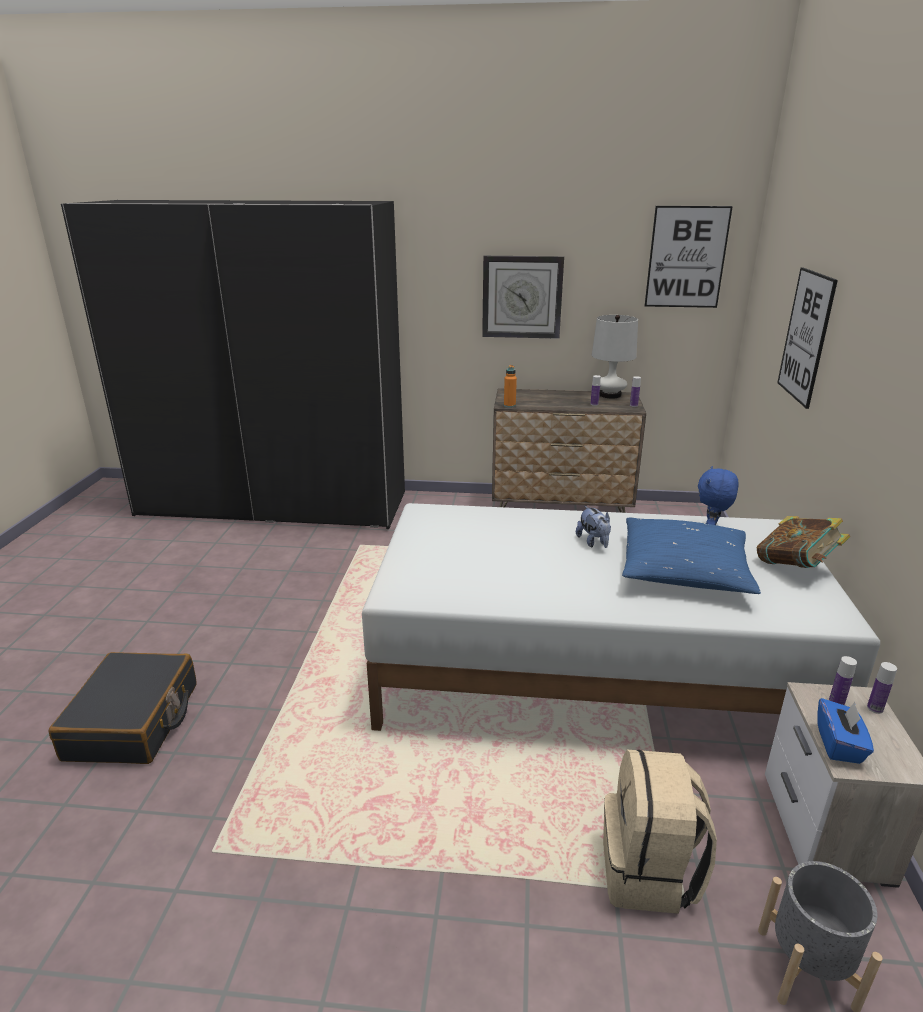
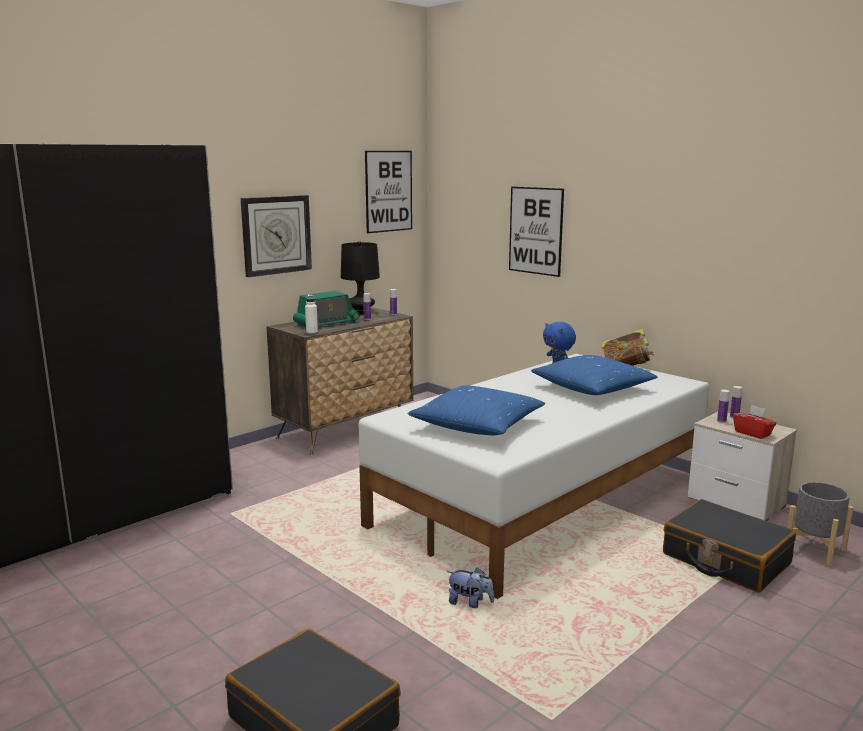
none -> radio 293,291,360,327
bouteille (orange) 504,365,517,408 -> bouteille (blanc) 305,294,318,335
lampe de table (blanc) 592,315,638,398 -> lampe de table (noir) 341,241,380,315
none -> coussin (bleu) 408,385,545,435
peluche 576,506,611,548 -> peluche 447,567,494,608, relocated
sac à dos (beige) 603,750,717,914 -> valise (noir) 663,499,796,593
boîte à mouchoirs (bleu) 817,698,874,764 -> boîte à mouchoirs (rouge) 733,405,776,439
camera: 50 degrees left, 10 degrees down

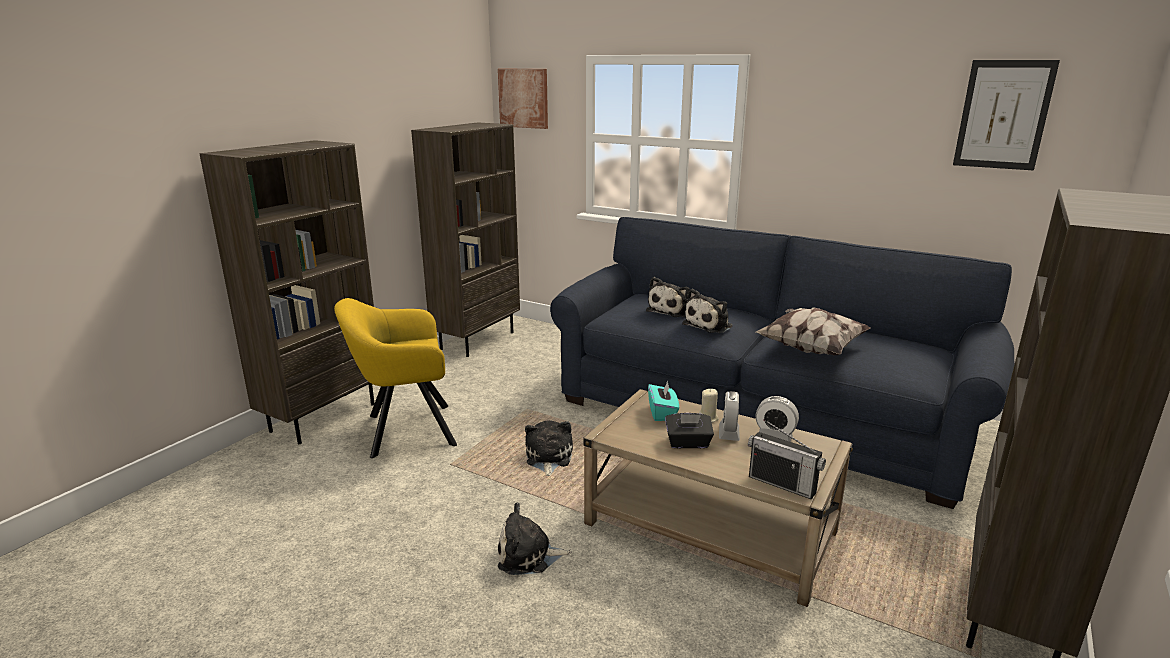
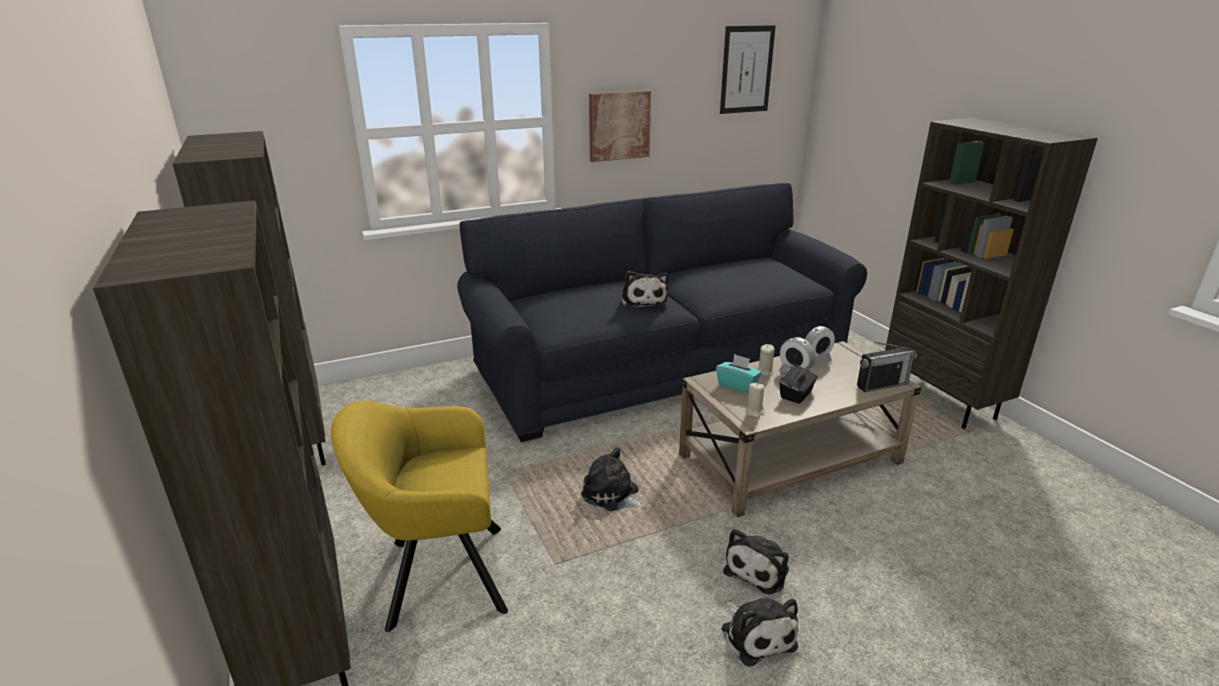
fauteuil (jaune) 334,298,457,458 -> fauteuil (jaune) 331,401,508,632, 60 degrees clockwise
tableau 498,69,548,129 -> tableau 589,90,651,162, relocated
peluche 646,277,690,317 -> peluche 721,598,798,667, relocated
none -> bougie (beige) 745,383,764,418
coussin 756,307,871,356 -> none
camera: 55 degrees left, 5 degrees up

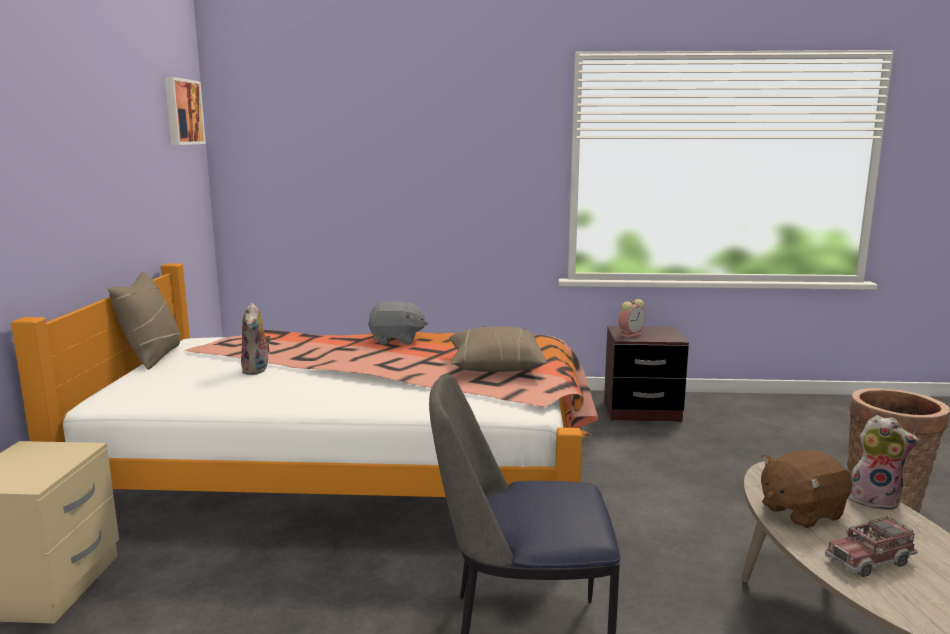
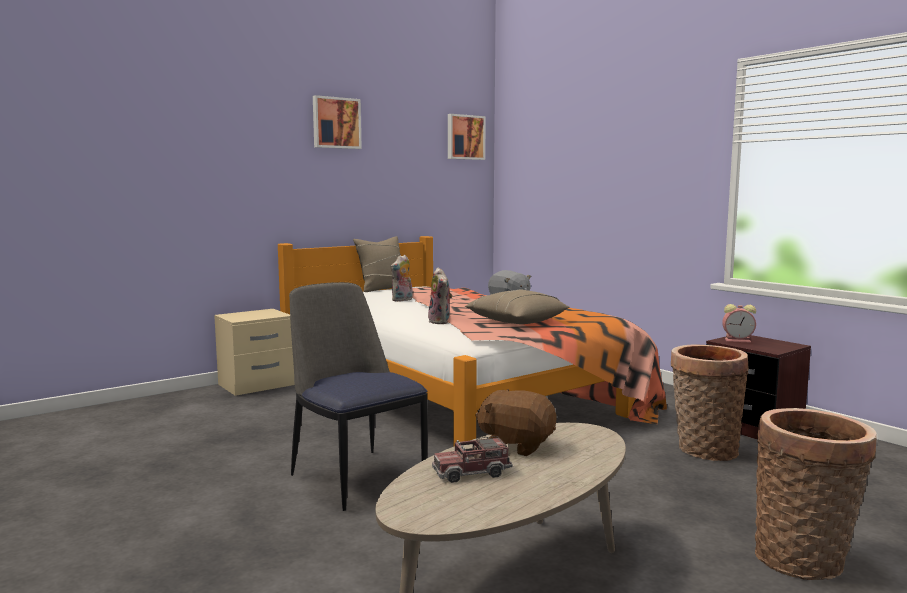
none -> tableau 313,95,362,149
peluche 848,415,919,511 -> peluche 428,268,452,324, relocated
camion jouet 825,517,918,577 -> camion jouet 432,436,513,483, 45 degrees counterclockwise
none -> panier 671,344,749,461
camera: 50 degrees right, 5 degrees down

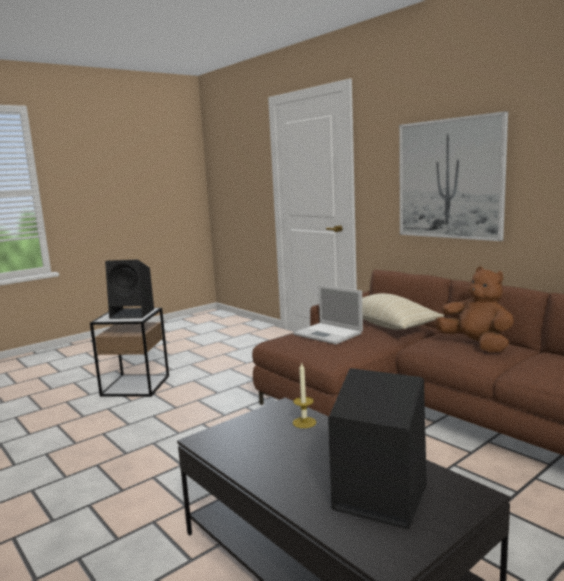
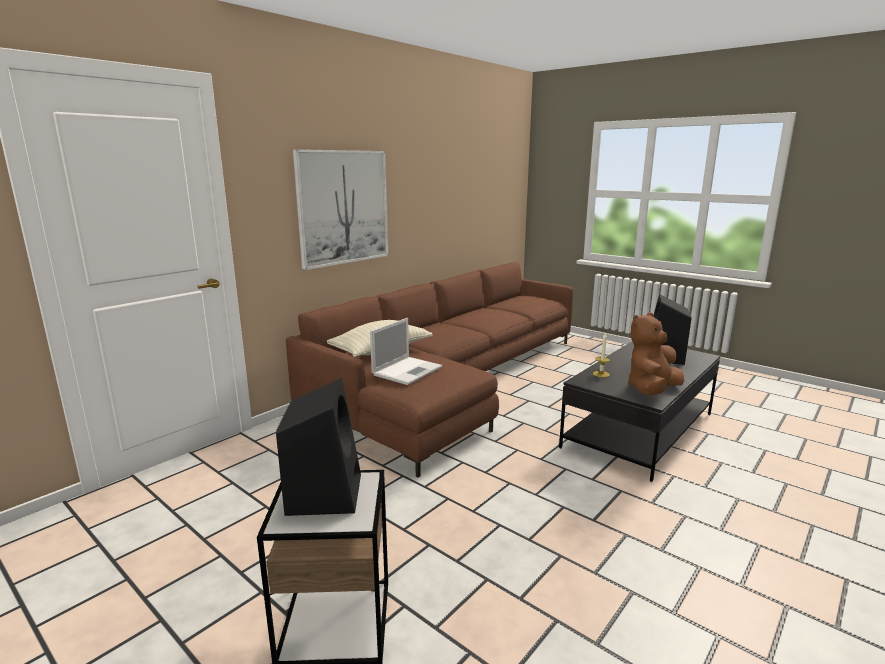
peluche (marron) 434,267,514,352 -> peluche (marron) 628,312,684,395, relocated
camera: 100 degrees left, 5 degrees up

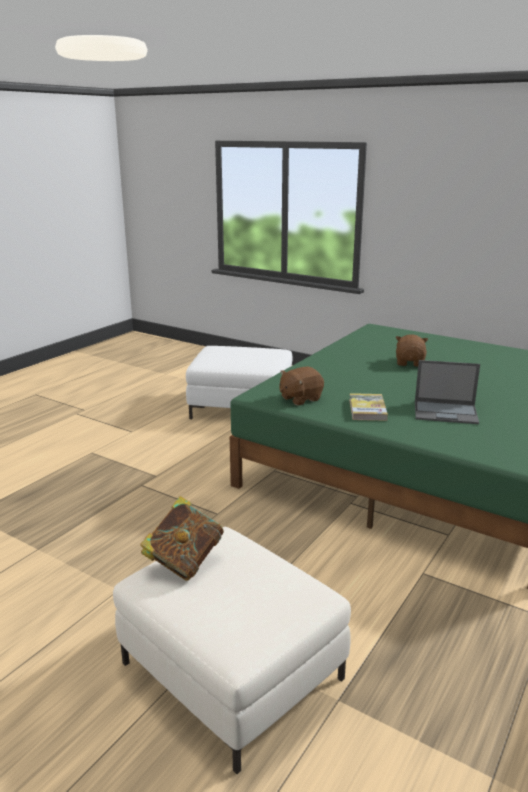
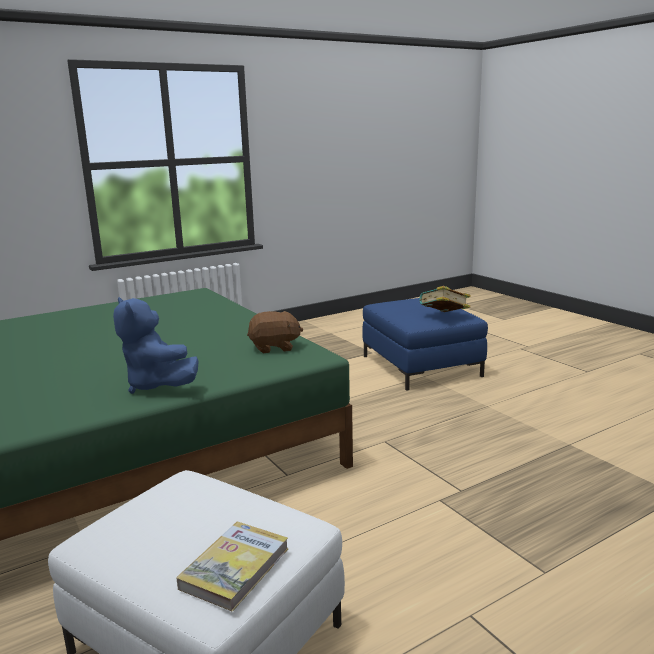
none -> peluche (bleu) 113,297,199,394
livre 349,393,388,421 -> livre 176,522,289,612, relocated
pouf (blanc) 113,527,351,774 -> pouf (bleu) 362,298,488,391
peluche (marron) 395,334,428,367 -> none
ordinateur portable 415,360,480,424 -> none
camera: 155 degrees left, 5 degrees down

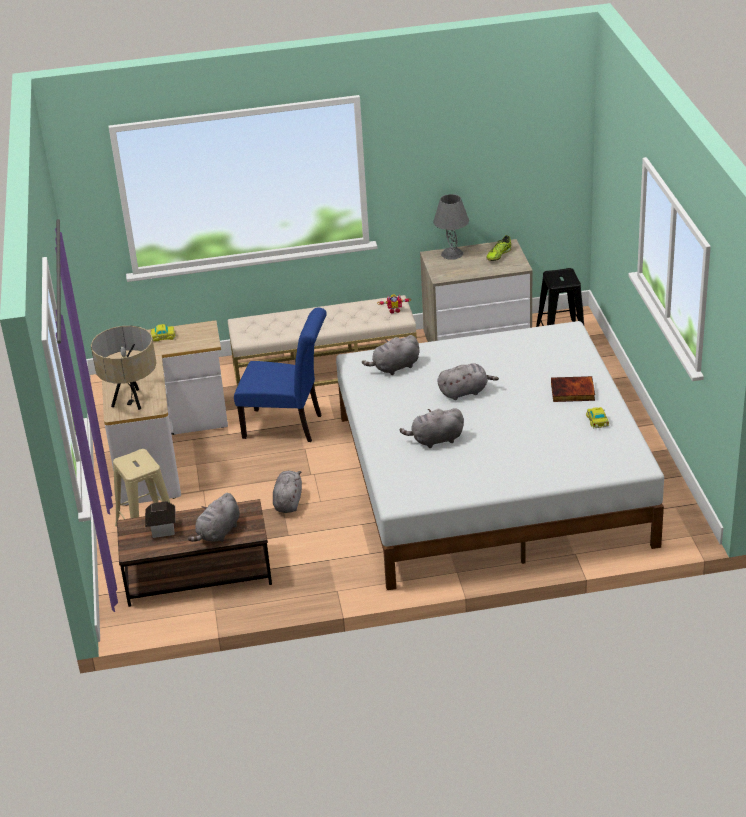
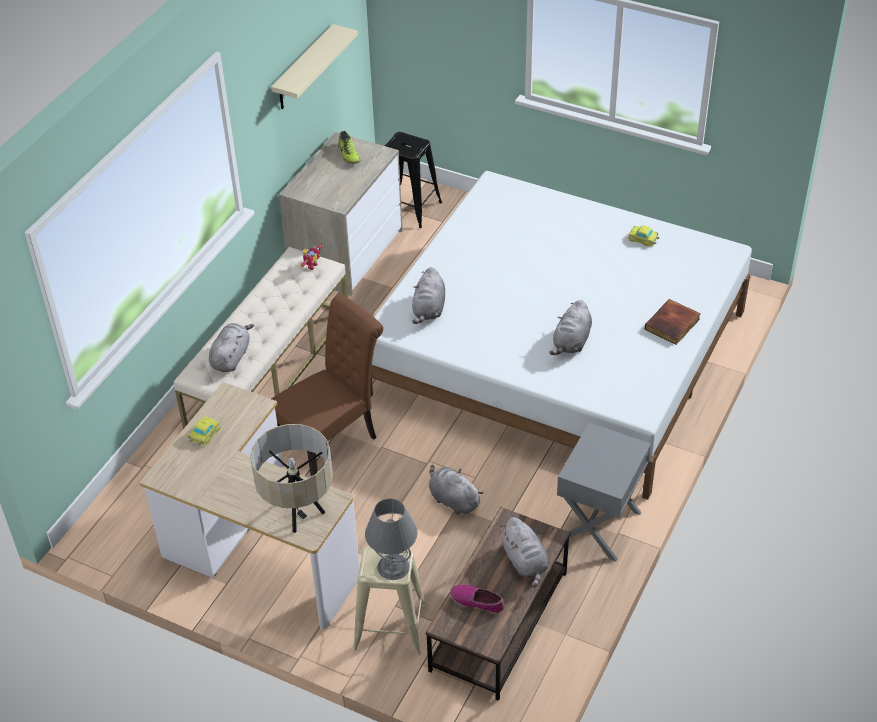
peluche (gris) 437,363,499,400 -> peluche (gris) 209,323,254,372, relocated
none -> étagère (beige) 271,24,358,109
chaise (bleu) 234,308,327,442 -> chaise (marron) 271,295,383,476
lampe de table (gris) 433,194,469,260 -> lampe de table (gris) 365,498,418,580, relocated
maison miniature 145,501,176,538 -> chaussure 450,585,505,614
none -> table de chevet (gris) 557,423,651,562
livre 551,376,595,402 -> livre 645,299,701,345, relocated
camera: 55 degrees left, 10 degrees up

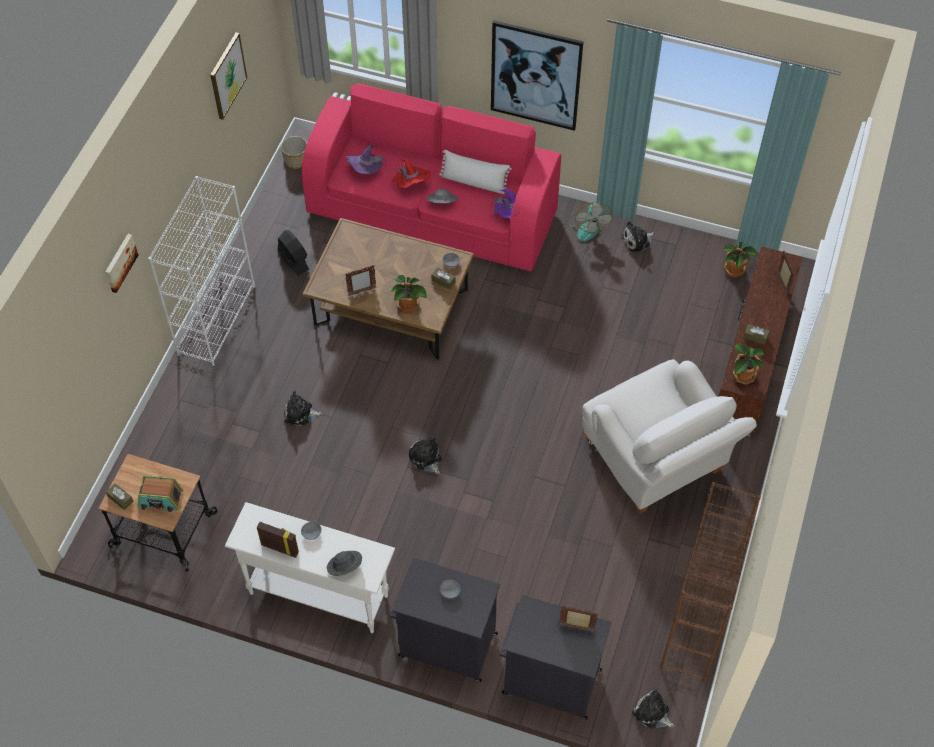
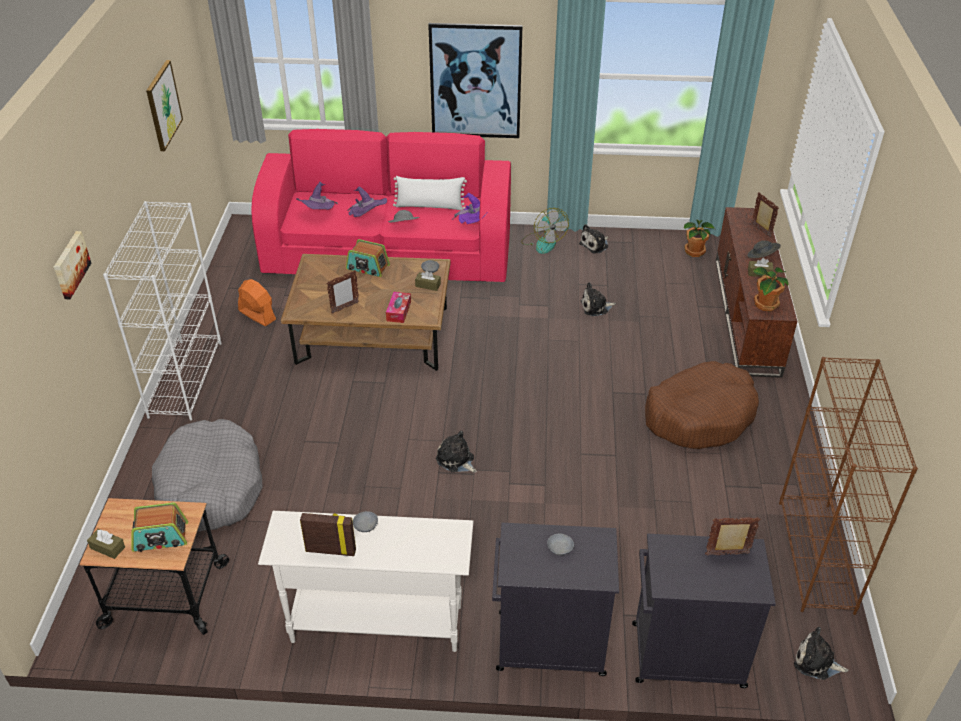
none -> panier pour chien (gris) 152,419,263,531
ventilateur (noir) 278,230,309,275 -> ventilateur (orange) 238,279,276,326
none -> radio 346,239,390,277
chapeau (rouge) 393,159,431,189 -> chapeau (violet) 347,186,387,217
plante en pot 391,275,427,313 -> boîte à mouchoirs 386,292,411,323
peluche 284,390,322,426 -> peluche 580,282,616,316, relocated
fauteuil (blanc) 582,359,757,514 -> panier pour chien (marron) 645,361,759,449
chapeau (gris) 327,551,362,576 -> chapeau (gris) 747,240,781,258, relocated
cache-pot 281,136,307,169 -> none
camera: 15 degrees left, 15 degrees down

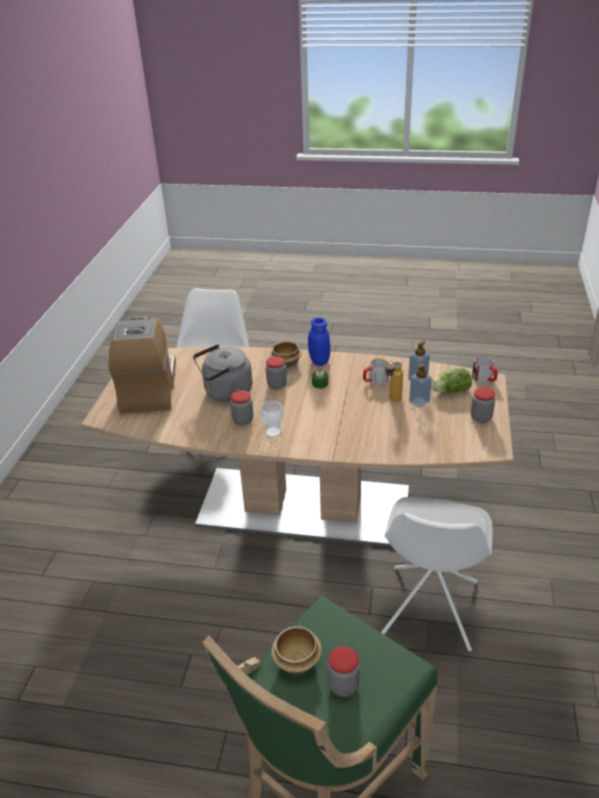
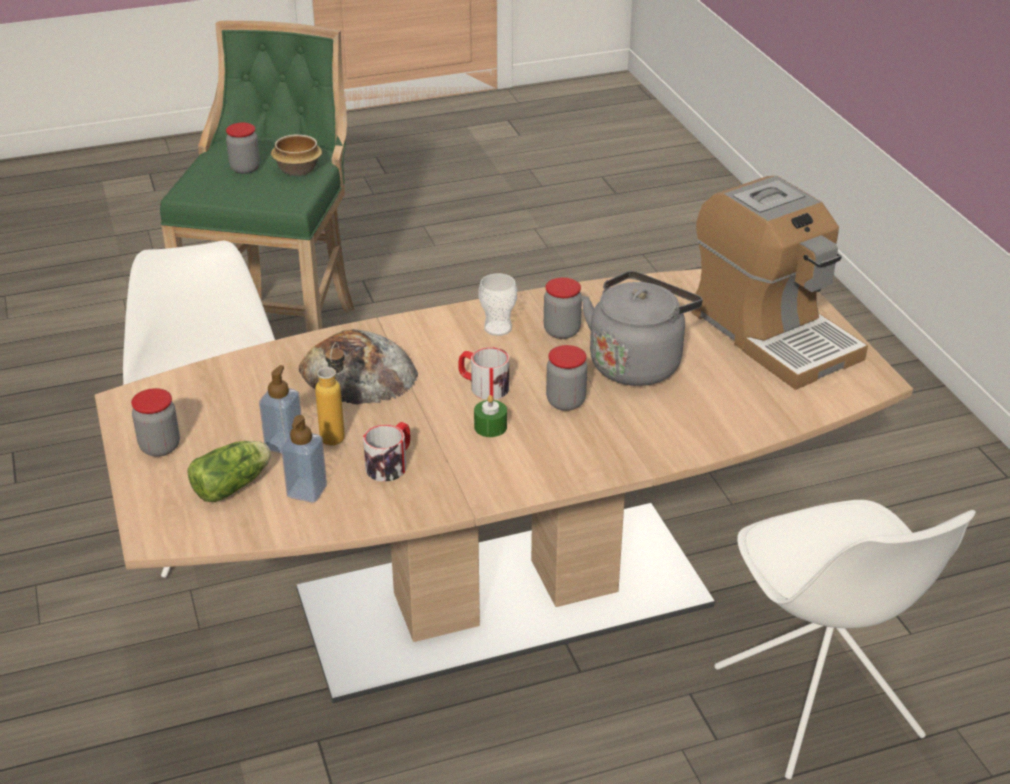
none -> pain 299,329,418,405
mug 472,356,497,383 -> mug 458,347,509,400, relocated
bol 270,341,302,368 -> none
bocal (bleu) 308,317,330,366 -> none
camera: 150 degrees right, 0 degrees up

